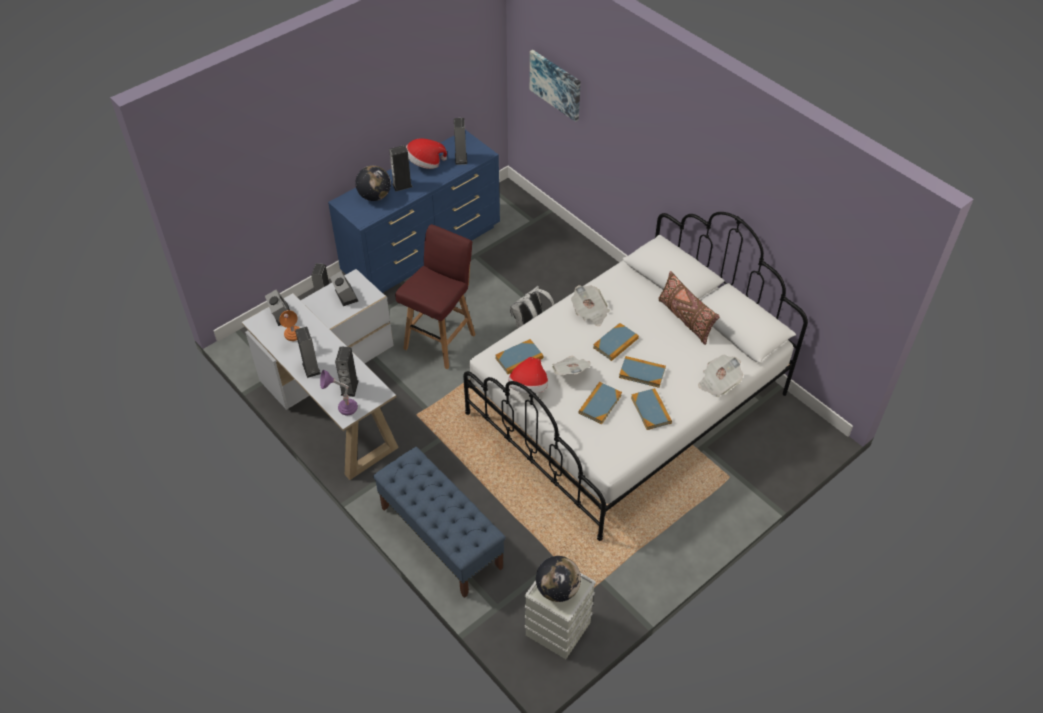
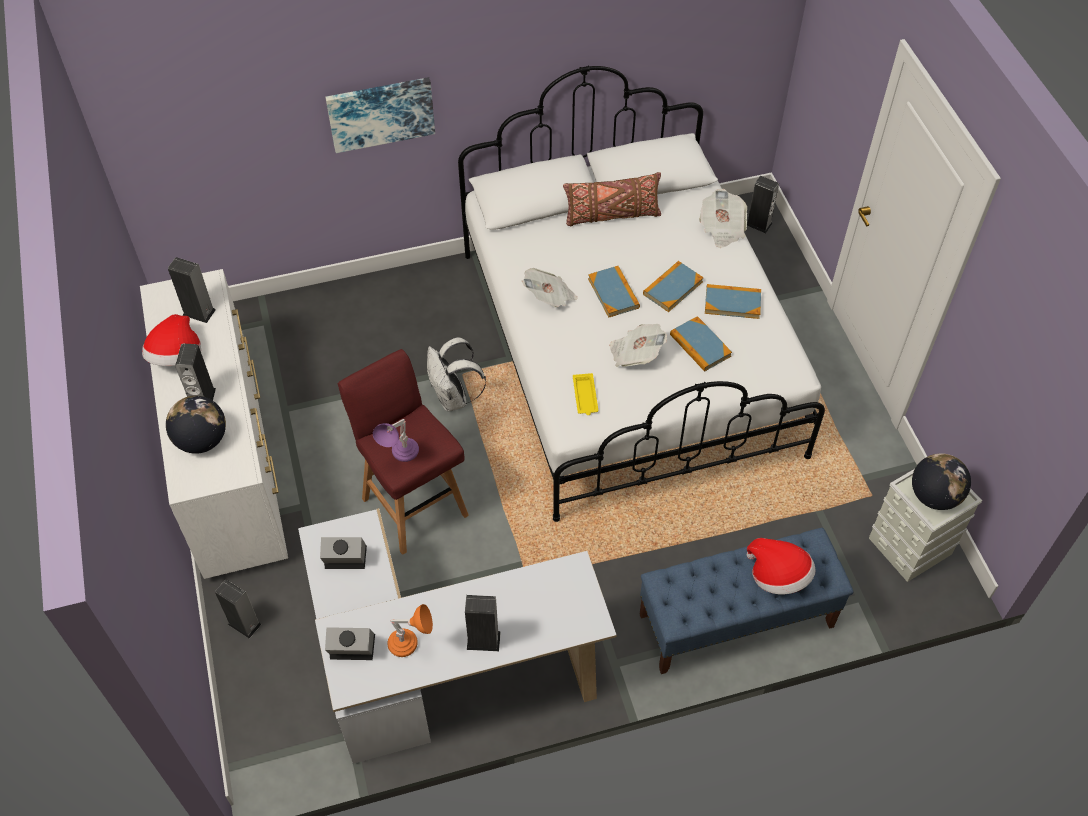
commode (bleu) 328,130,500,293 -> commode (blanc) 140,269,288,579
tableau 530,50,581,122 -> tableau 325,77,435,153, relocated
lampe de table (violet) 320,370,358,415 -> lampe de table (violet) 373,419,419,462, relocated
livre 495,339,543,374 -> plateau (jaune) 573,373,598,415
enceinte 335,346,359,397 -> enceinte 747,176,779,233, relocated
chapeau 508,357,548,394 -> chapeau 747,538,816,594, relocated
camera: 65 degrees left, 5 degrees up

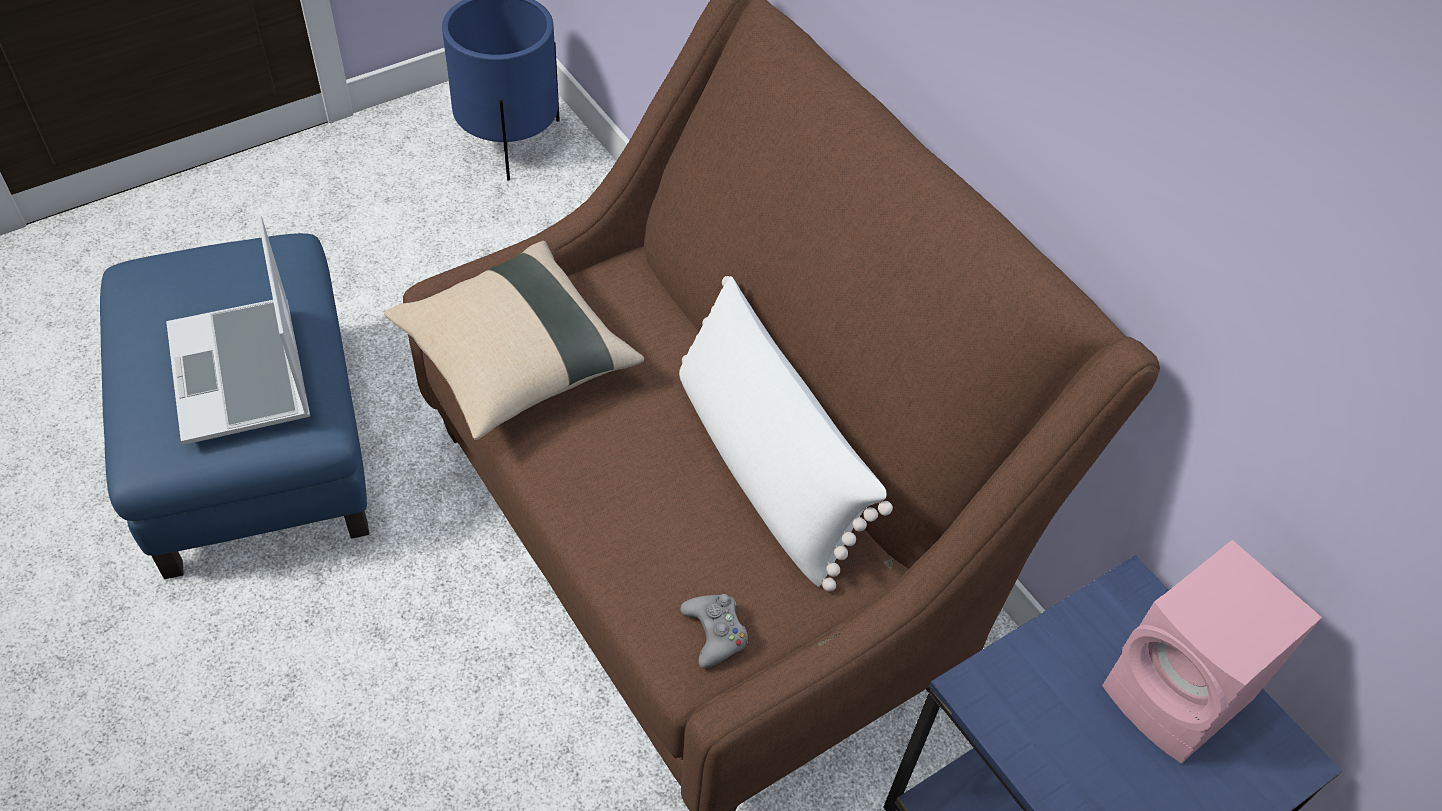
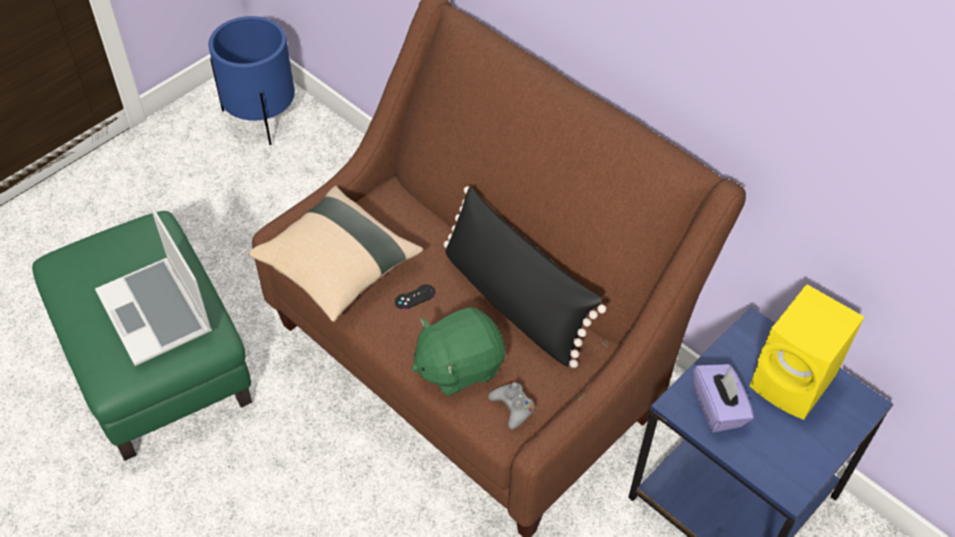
pouf (bleu) 100,233,369,579 -> pouf (vert) 32,211,252,461
none -> manette (noir) 395,284,435,310
none -> peluche (vert) 412,307,505,397
coussin (blanc) 679,276,893,591 -> coussin (noir) 443,186,606,368
none -> boîte à mouchoirs (violet) 693,364,754,432
enceinte (rose) 1102,540,1322,764 -> enceinte (jaune) 750,284,864,420
camera: 10 degrees left, 0 degrees up

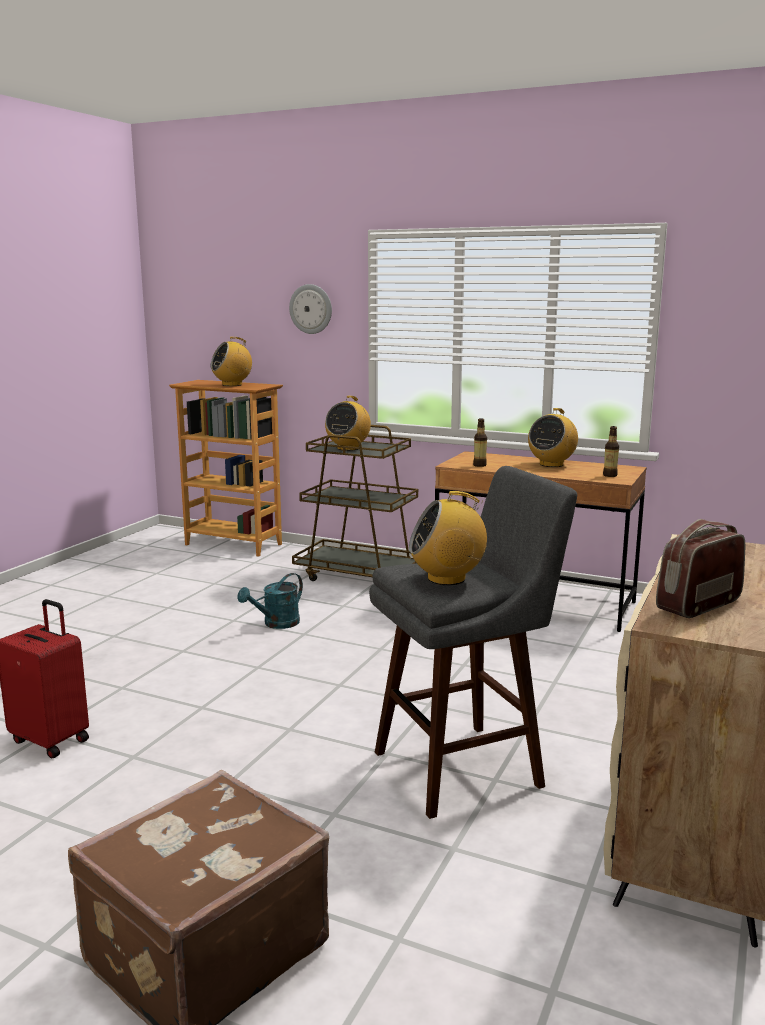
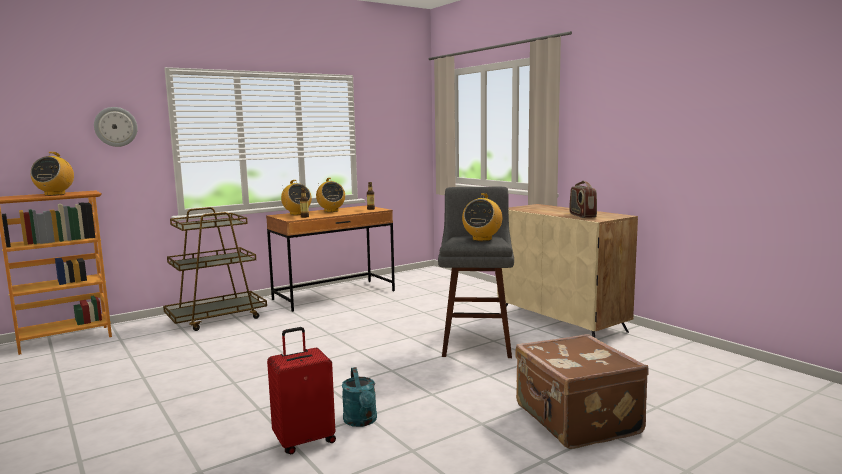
radio 325,396,371,451 -> radio 281,180,312,215, relocated
arrosoir (turquoise) 237,573,303,629 -> arrosoir (turquoise) 342,367,377,427, relocated
camera: 60 degrees left, 5 degrees down

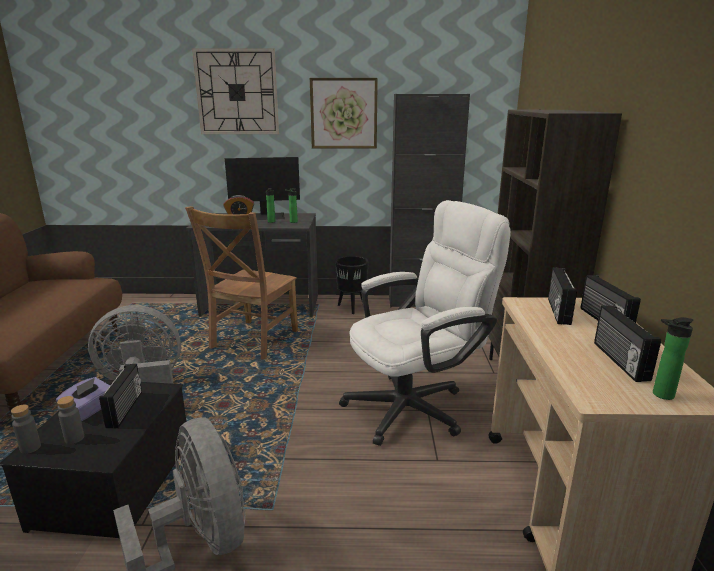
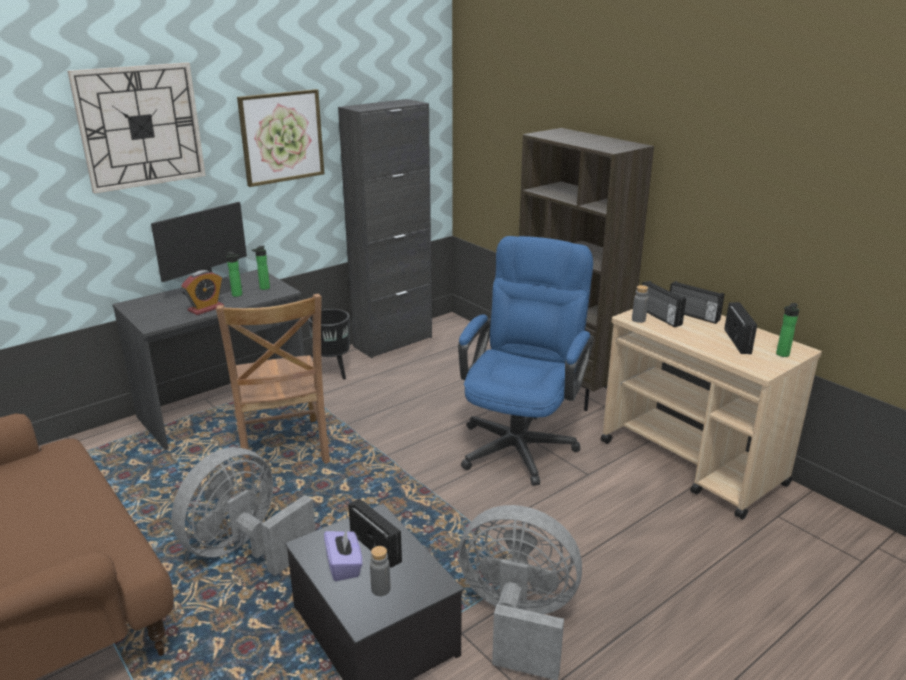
chaise de bureau (blanc) 339,200,511,446 -> chaise de bureau (bleu) 458,236,594,486
bouteille (gris) 11,405,41,454 -> bouteille (gris) 632,285,648,323, relocated
radio 594,305,661,382 -> radio 724,302,757,354, 135 degrees counterclockwise
camera: 40 degrees left, 5 degrees up

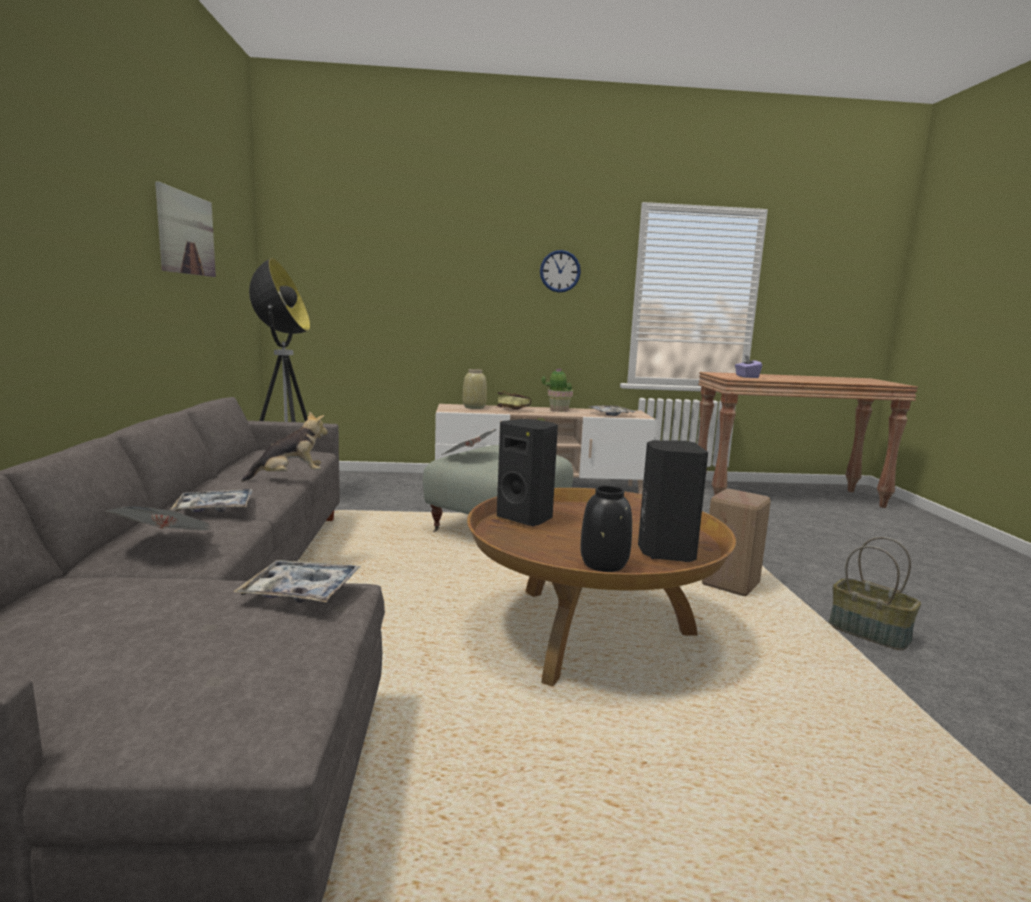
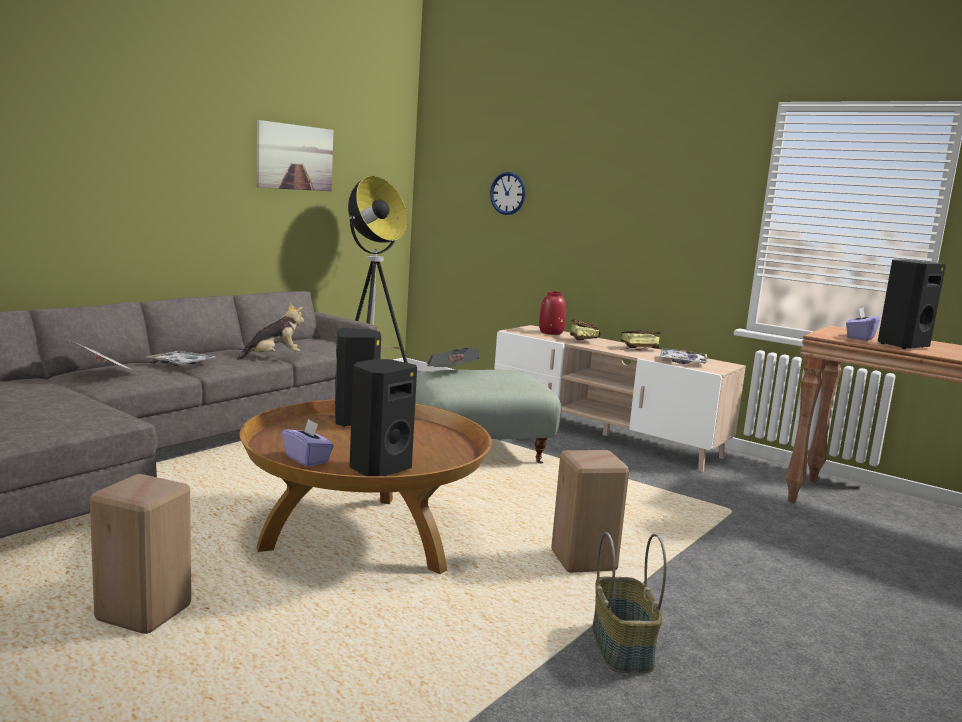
none -> tabouret (beige) 90,474,191,634
peluche 241,411,328,482 -> peluche 237,304,304,360, 45 degrees counterclockwise
vase (noir) 580,486,632,572 -> boîte à mouchoirs (violet) 282,419,334,467
horloge murale 540,250,581,293 -> horloge murale 490,172,526,215, relocated
vase (beige) 463,369,487,409 -> vase (rouge) 539,291,566,335
plante en pot 542,368,573,412 -> livre 620,330,661,350
none -> enceinte (noir) 878,259,946,349
plateau 233,560,360,603 -> none
camera: 40 degrees right, 0 degrees up

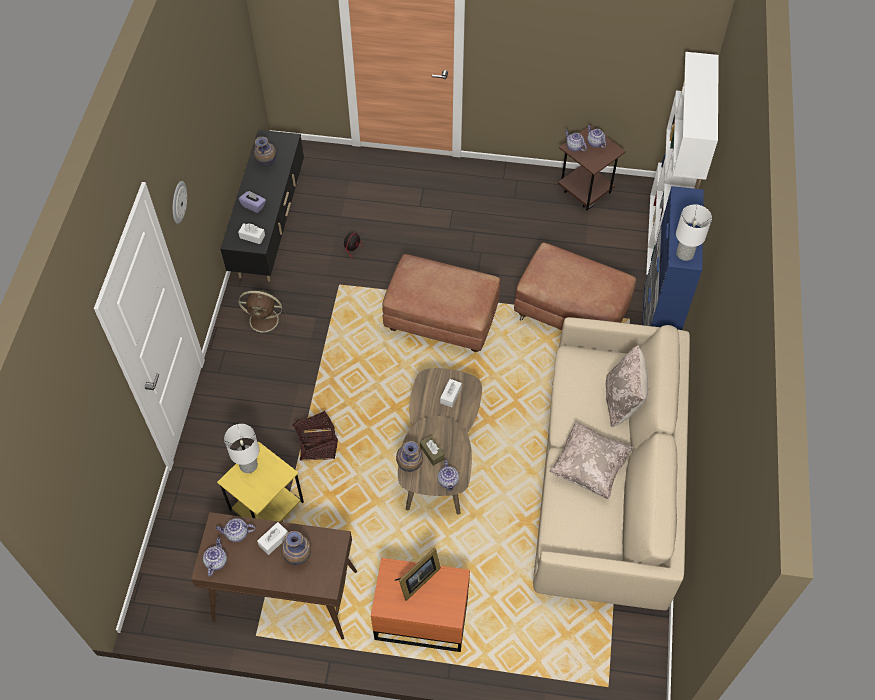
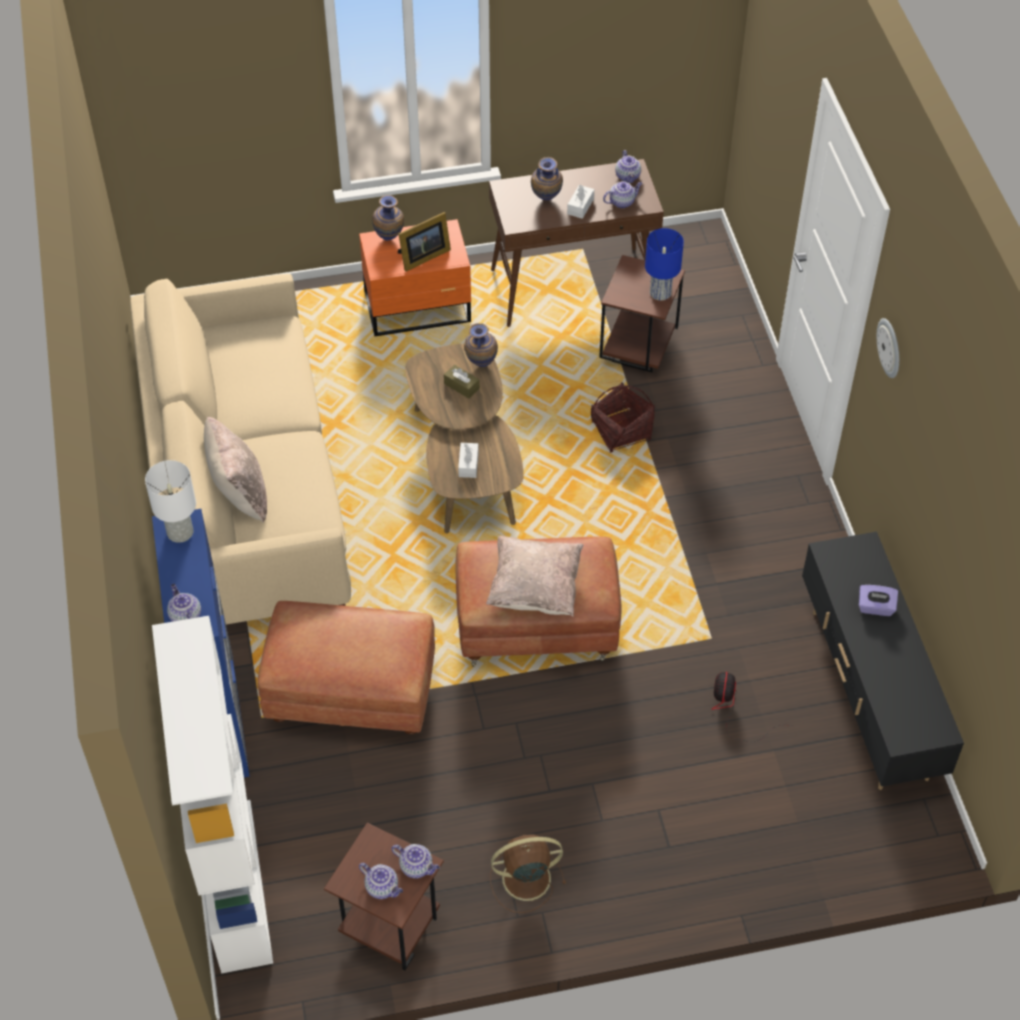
théière 437,460,459,491 -> théière 167,583,201,622, relocated
vase 253,137,277,166 -> vase 372,195,404,241, relocated
cadre photo 395,547,441,601 -> cadre photo 398,212,451,272, 150 degrees counterclockwise
coussin (beige) 549,422,633,499 -> coussin (beige) 486,536,584,616, relocated
ventilateur (marron) 239,290,286,338 -> ventilateur (marron) 490,834,566,913, relocated
table d'appoint (jaune) 217,442,304,522 -> table d'appoint (marron) 599,255,685,372
lampe de table (blanc) 224,424,259,473 -> lampe de table (bleu) 645,228,684,301
boîte à mouchoirs (blanc) 238,223,265,244 -> none
camera: 160 degrees right, 5 degrees down

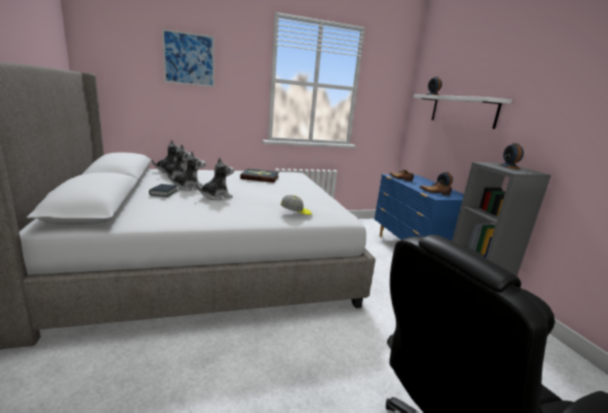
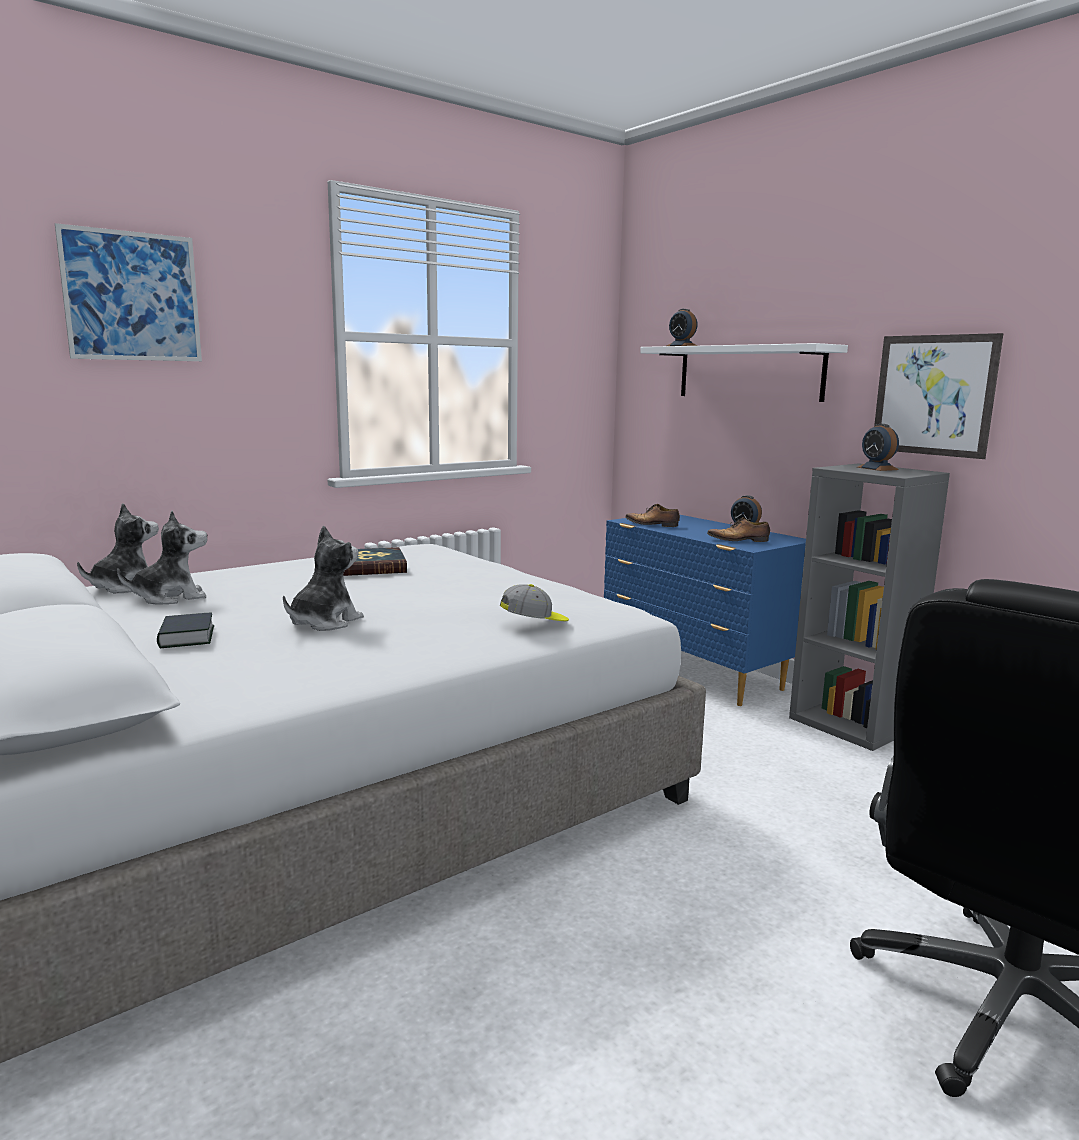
none -> tableau 874,333,1004,459
peluche 168,151,206,191 -> none
camera: 20 degrees left, 5 degrees down

